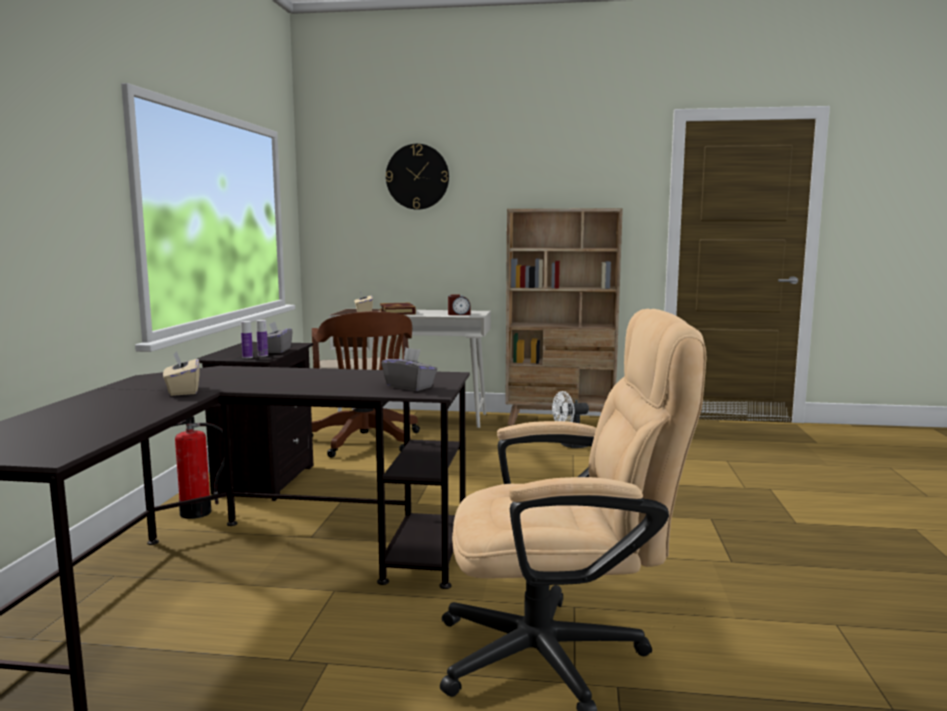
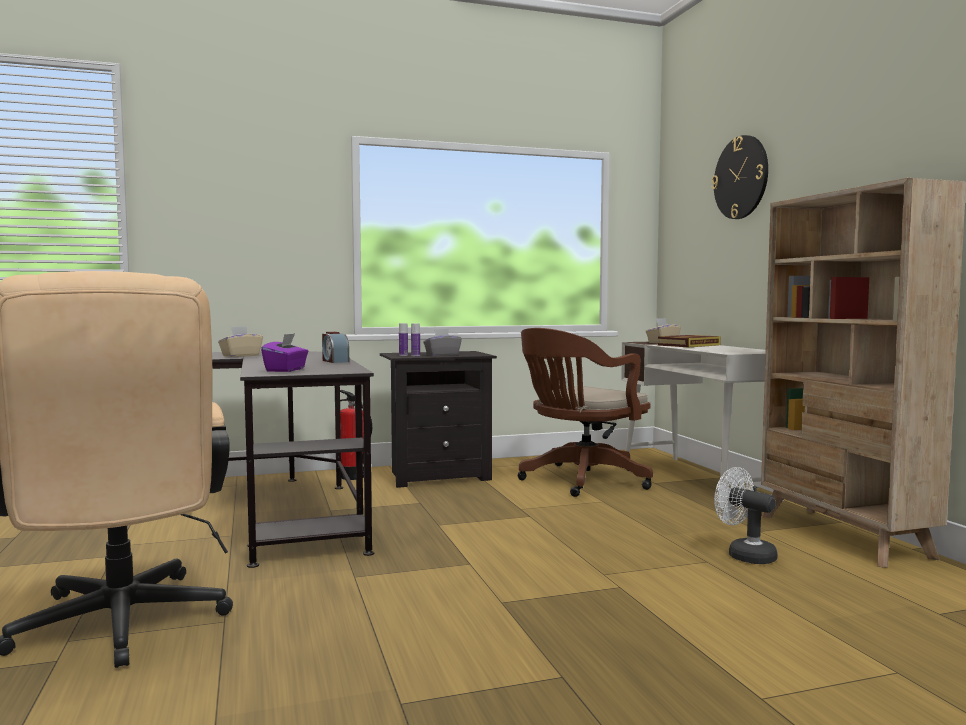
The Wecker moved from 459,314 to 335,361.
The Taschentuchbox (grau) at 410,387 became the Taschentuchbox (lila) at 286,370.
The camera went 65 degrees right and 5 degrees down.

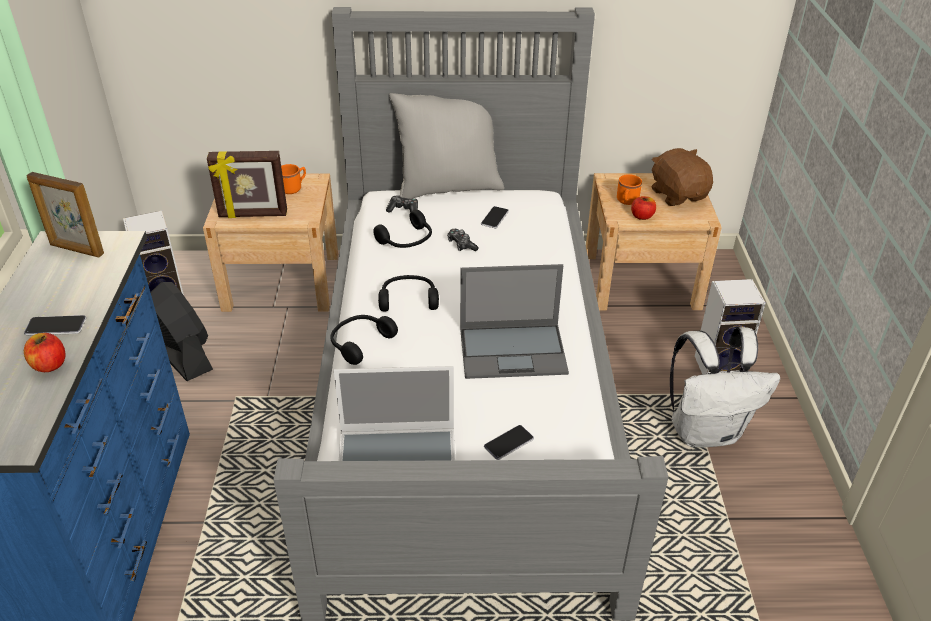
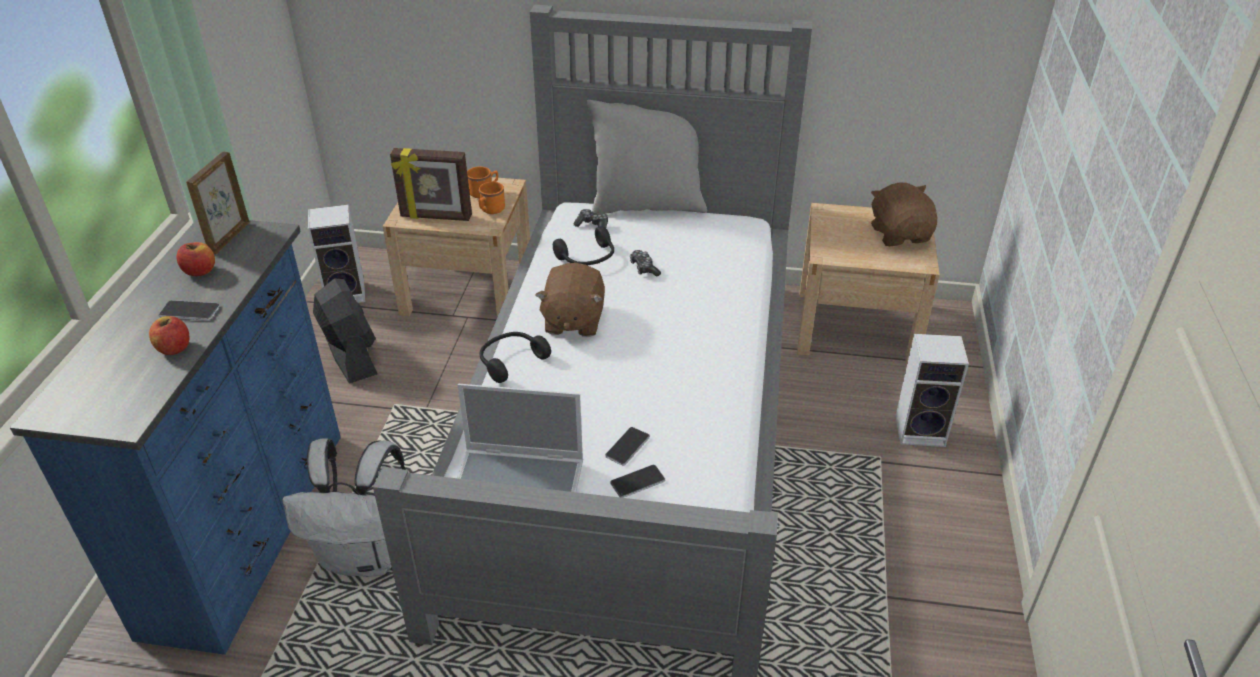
The Laptop at 514,350 disappeared.
The Handy moved from 495,218 to 627,447.
The Henkelbecher (orange) moved from 626,201 to 490,210.
The Apfel moved from 642,216 to 200,271.
The Rucksack (weiß) moved from 706,431 to 366,556.
The Kopfhörer (schwarz) at 408,299 was replaced by the Plüschtier (braun) at 573,321.
The Bilderrahmen at 76,250 turned 75 degrees clockwise.
The camera went 10 degrees right and 0 degrees up.

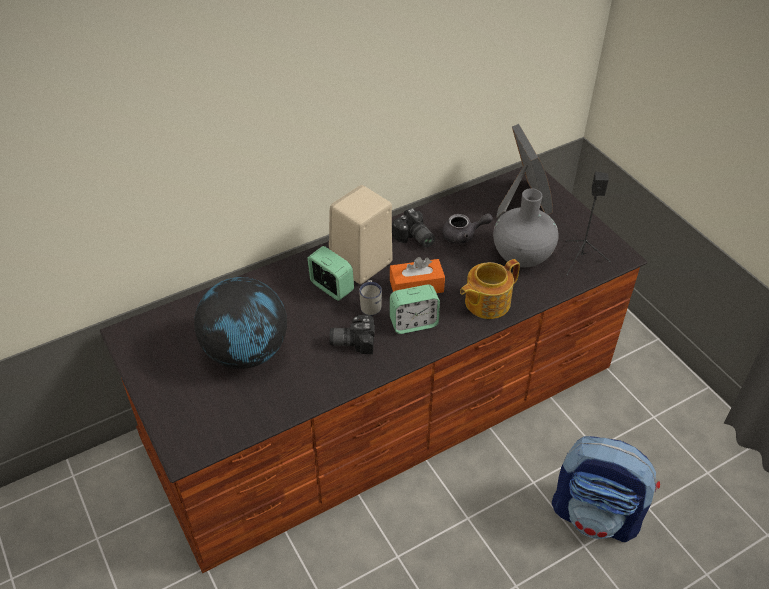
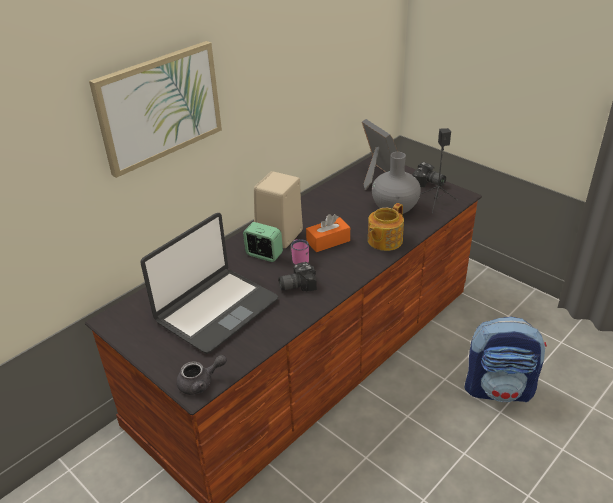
The Wecker at 413,323 disappeared.
The Bild at 159,107 appeared.
The Kamera moved from 414,238 to 428,184.
The Teekanne (grau) moved from 463,235 to 200,383.
The Globus at 246,352 was replaced by the Laptop at 216,310.
The Henkelbecher (weiß) at 371,305 became the Henkelbecher (rosa) at 300,260.
The camera went 15 degrees left and 10 degrees down.

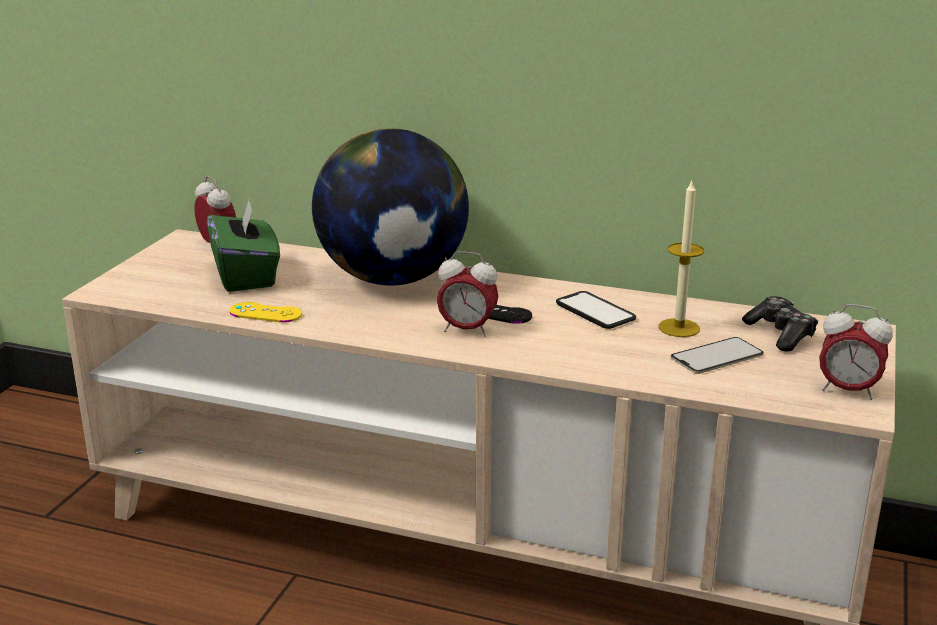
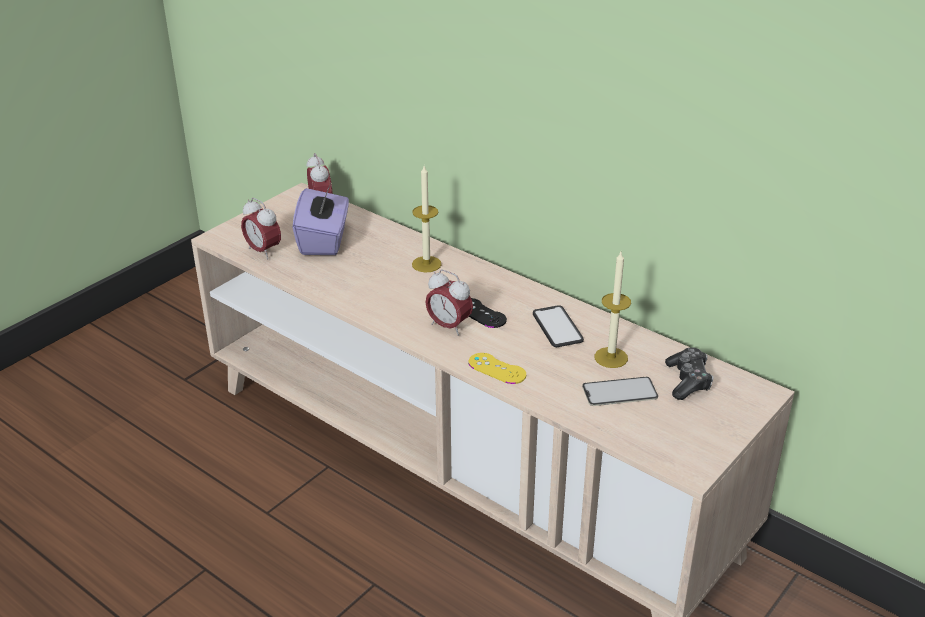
The Gamepad (gelb) moved from 265,313 to 497,369.
The Wecker moved from 847,390 to 263,251.
The Globus at 393,279 was replaced by the Kerze at 426,264.
The Taschentuchbox (grün) at 246,276 became the Taschentuchbox (lila) at 324,240.
The camera went 20 degrees right and 10 degrees up.

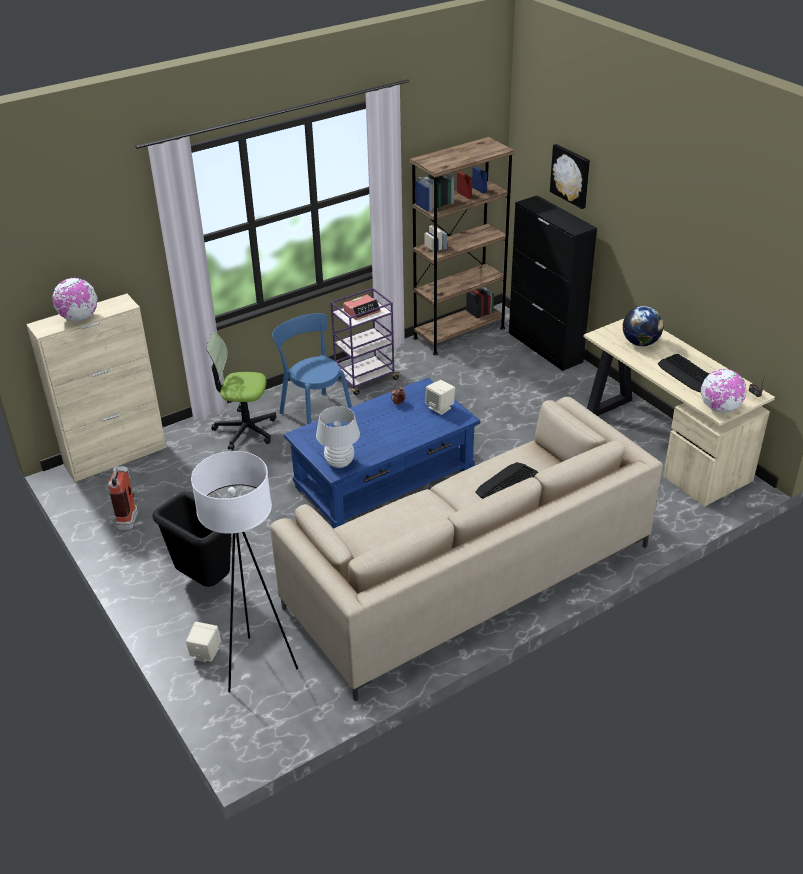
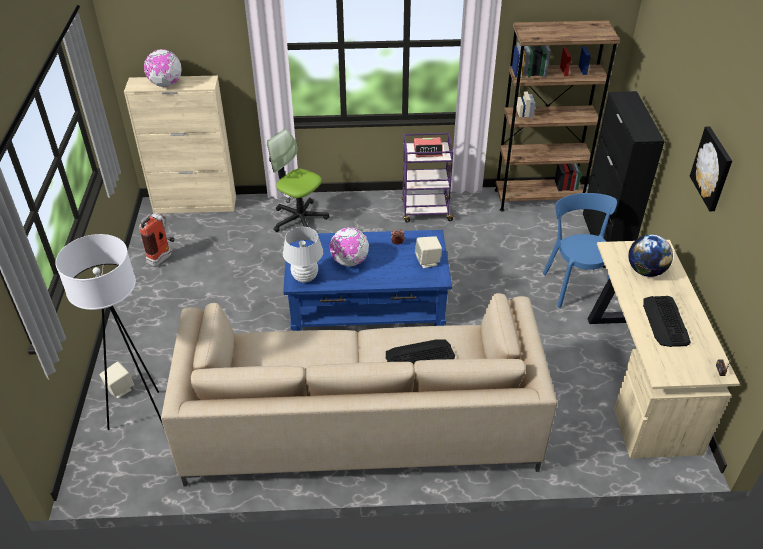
The Mülleimer (schwarz) at 204,581 disappeared.
The Stuhl (blau) moved from 314,413 to 575,285.
The Bild moved from 571,175 to 713,168.
The Globus moved from 720,408 to 349,262.
The camera went 30 degrees right and 5 degrees up.

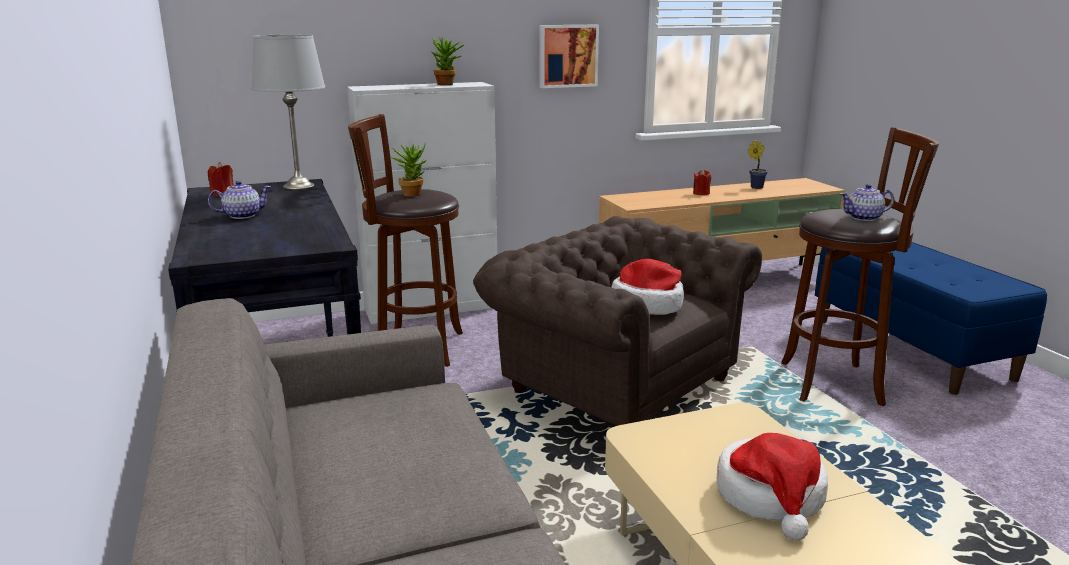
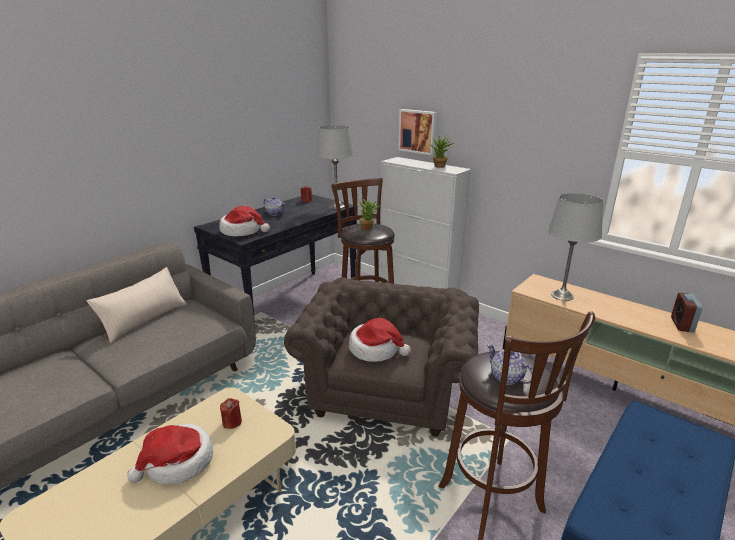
The Kissen (beige) at 144,319 appeared.
The Hut at 242,231 appeared.
The Tischlampe (grau) at 562,296 appeared.
The Bild moved from 567,56 to 418,131.
The Kerze (rot) moved from 701,193 to 232,422.
The Topfpflanze at 755,187 was replaced by the Wecker at 682,325.
The camera went 60 degrees right and 5 degrees up.

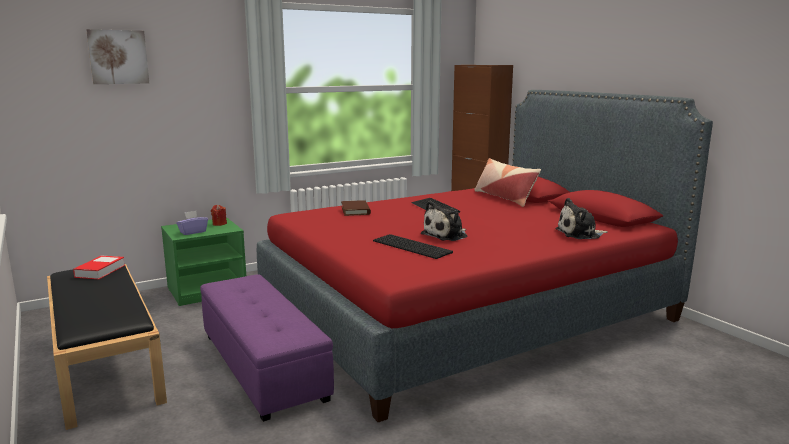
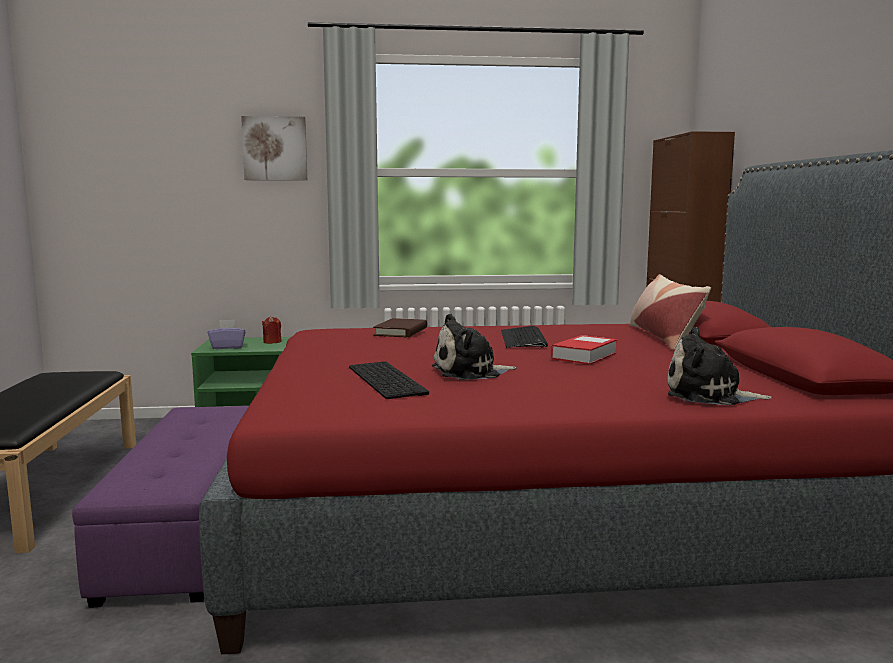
The Buch moved from 100,271 to 584,356.
The Bild moved from 118,57 to 275,148.
The camera went 25 degrees right and 5 degrees down.

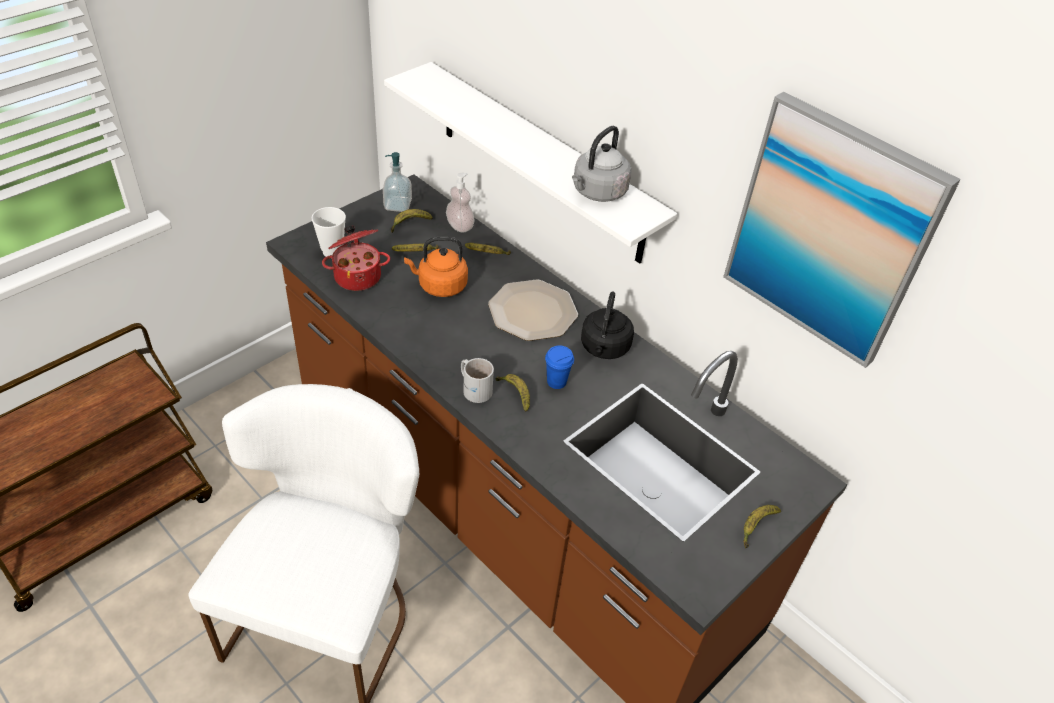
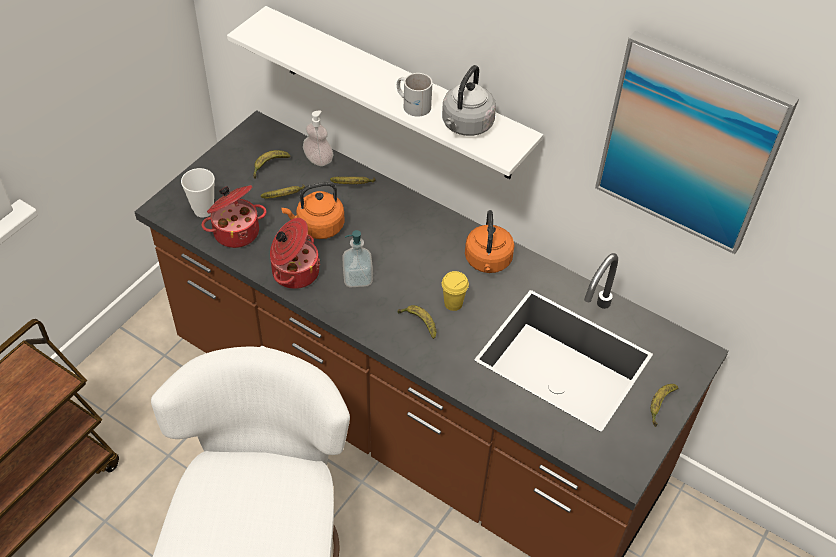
The Teller at 533,312 disappeared.
The Kochtopf at 294,272 appeared.
The Seifenspender moved from 397,205 to 357,278.
The Henkelbecher (weiß) moved from 475,387 to 413,104.
The Tasse (blau) at 556,382 became the Tasse (gelb) at 453,303.
The Wasserkessel (schwarz) at 604,348 became the Wasserkessel (orange) at 488,262.
The camera went 10 degrees left and 5 degrees up.

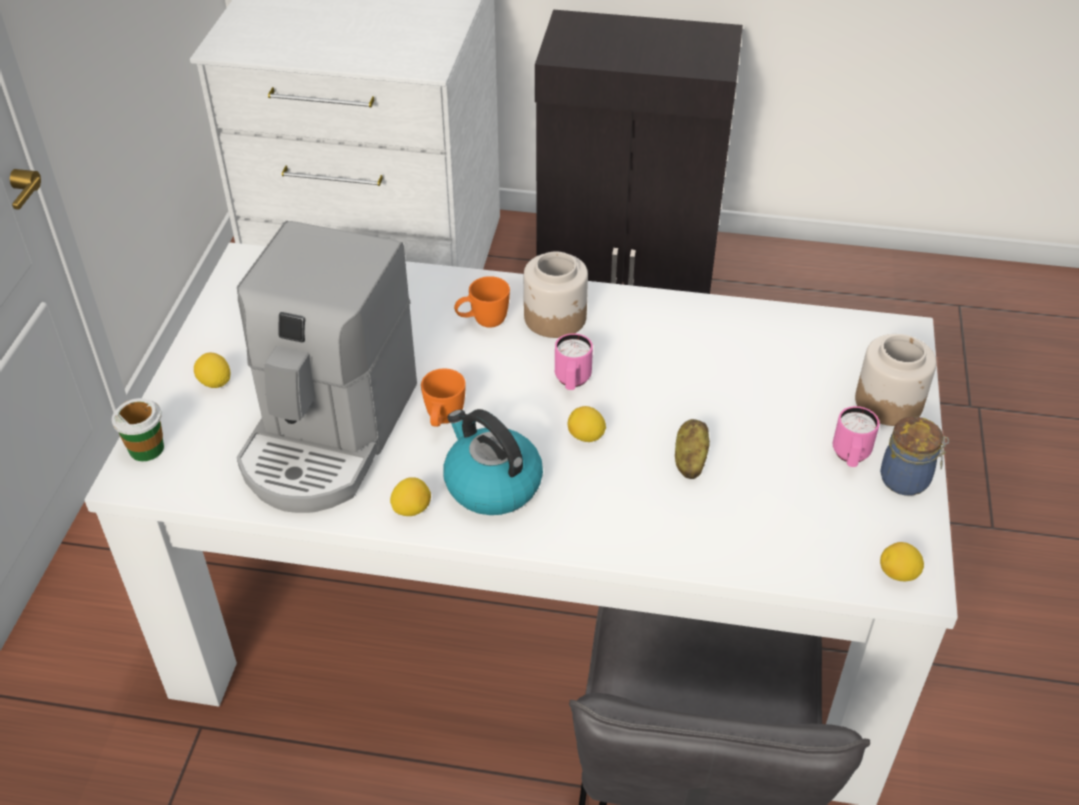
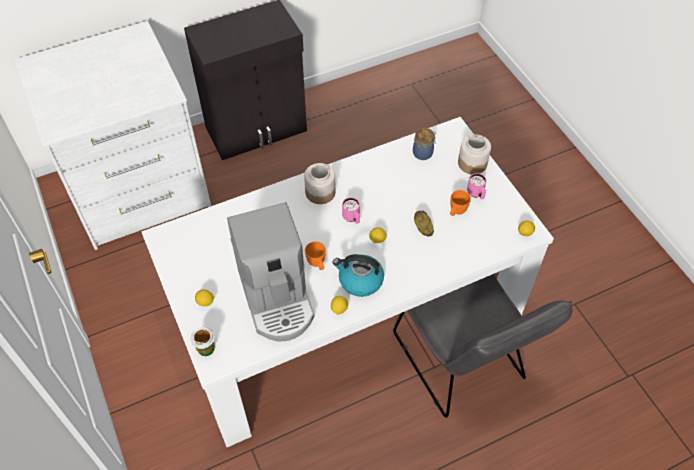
The Henkelbecher (orange) moved from 482,322 to 456,212.
The Vorratsglas moved from 907,480 to 423,153.
The camera went 35 degrees left and 10 degrees up.

